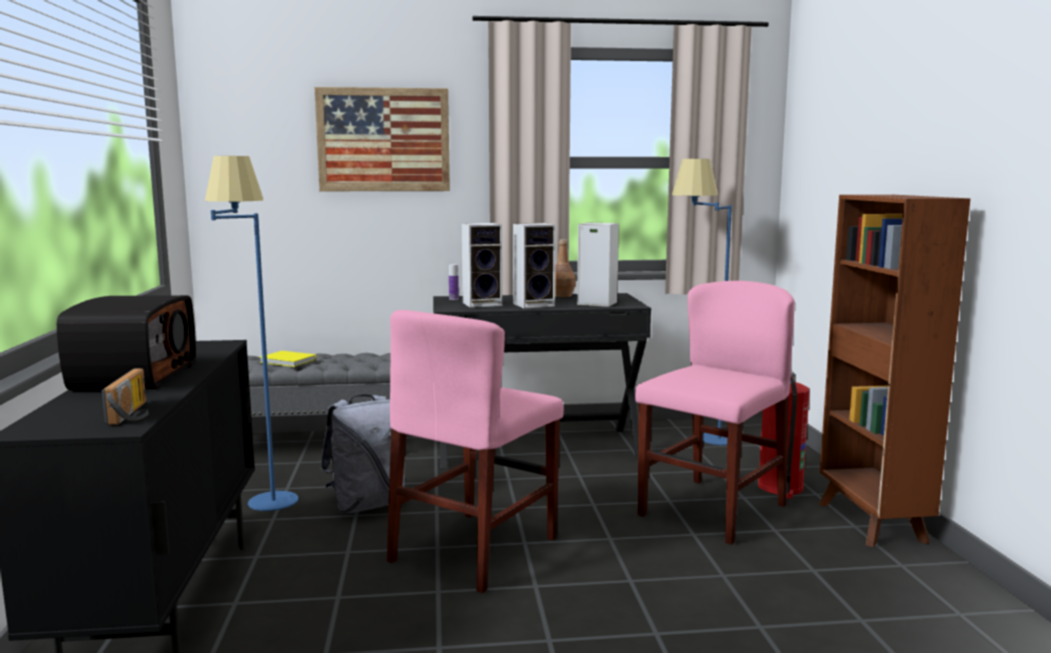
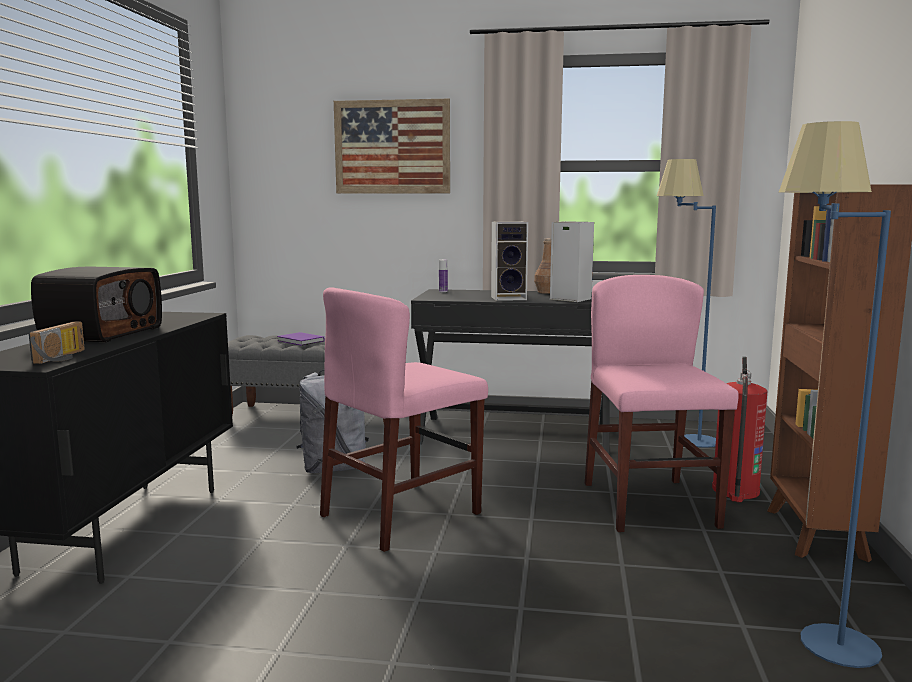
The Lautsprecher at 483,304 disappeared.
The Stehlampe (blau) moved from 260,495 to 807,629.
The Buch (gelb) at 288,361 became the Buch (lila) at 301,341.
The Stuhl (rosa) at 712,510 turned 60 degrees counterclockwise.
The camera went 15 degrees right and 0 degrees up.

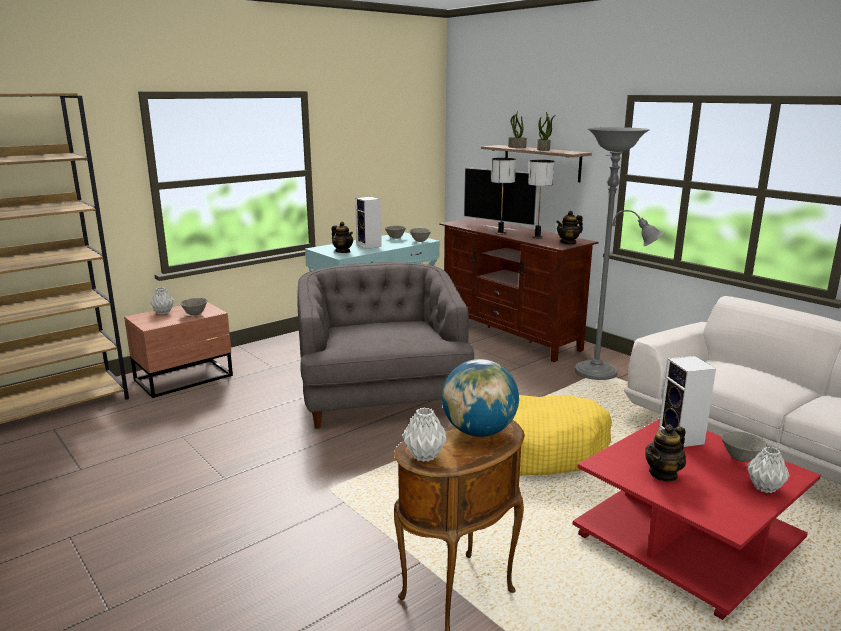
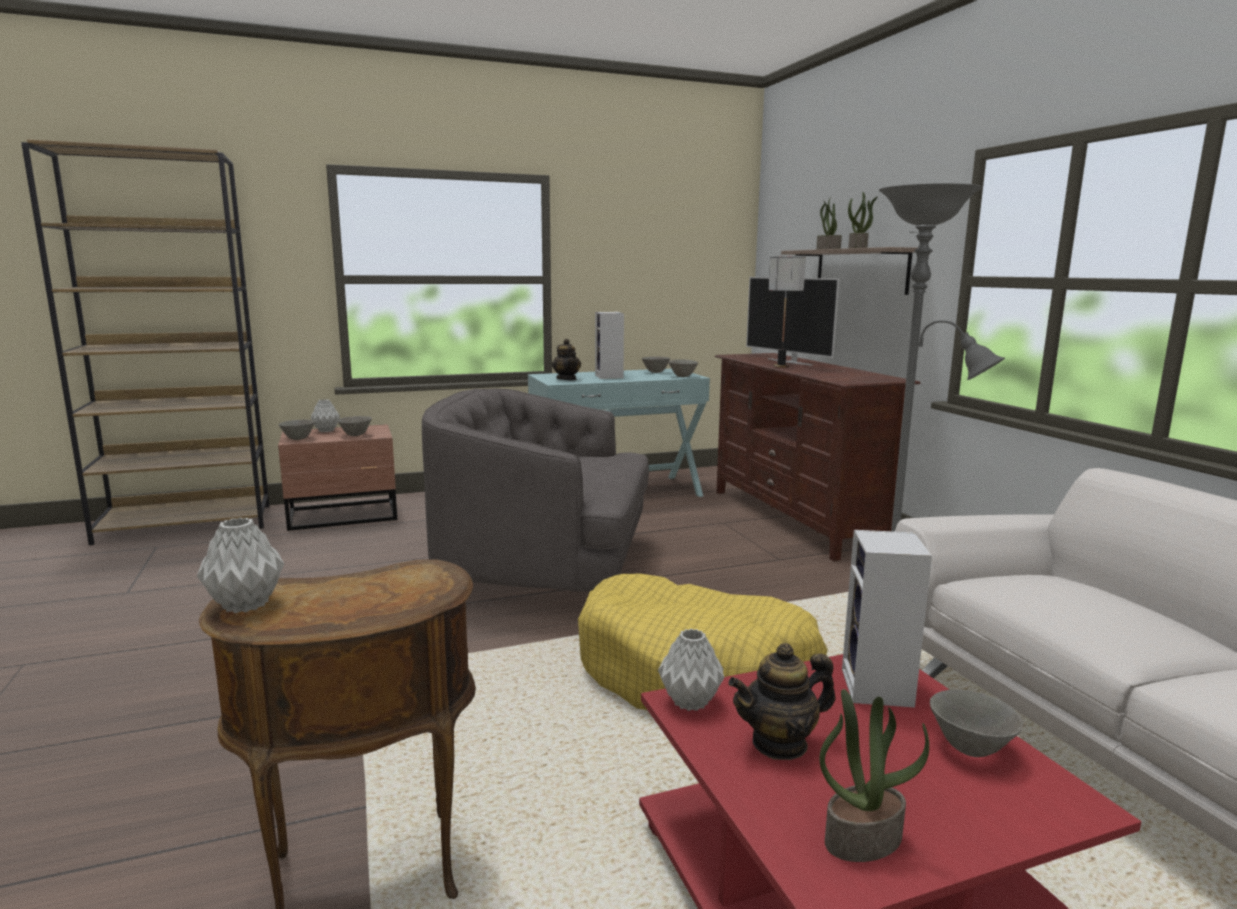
The Globus at 479,432 disappeared.
The Tischlampe at 537,237 disappeared.
The Teekanne at 568,243 disappeared.
The Schüssel (grau) at 298,439 appeared.
The Topfpflanze at 863,838 appeared.
The Vase (grau) moved from 765,488 to 691,702.
The Sessel (grau) at 381,397 turned 90 degrees counterclockwise.
The camera went 20 degrees right and 5 degrees down.

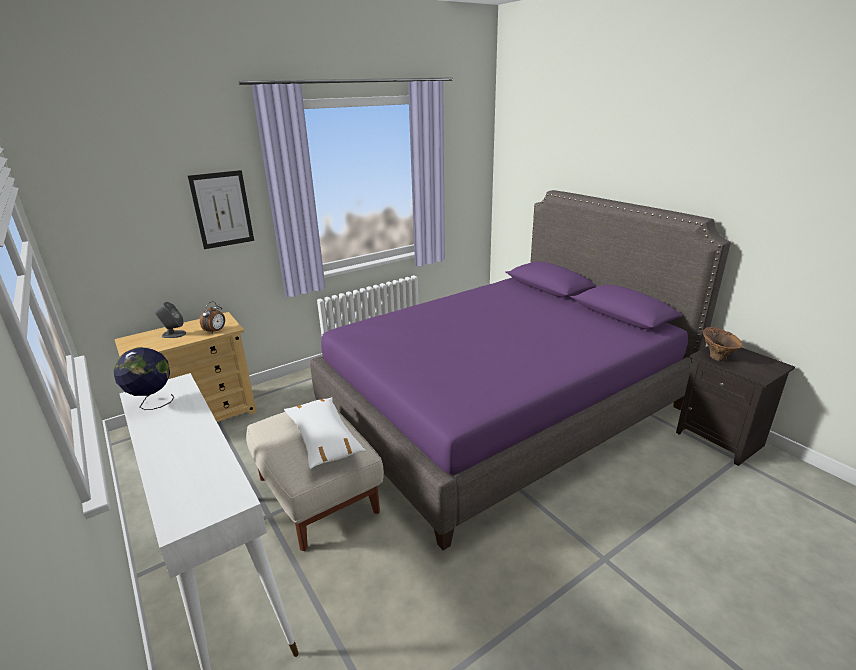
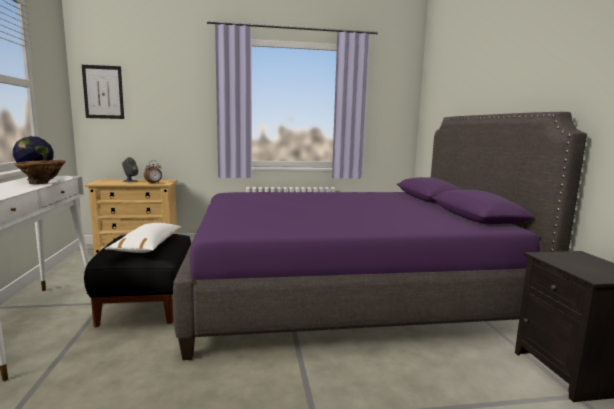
The Bild moved from 222,209 to 103,92.
The Vase (braun) moved from 717,356 to 43,183.
The Polsterhocker (beige) at 317,494 became the Polsterhocker (schwarz) at 146,302.
The camera went 25 degrees right and 15 degrees down.

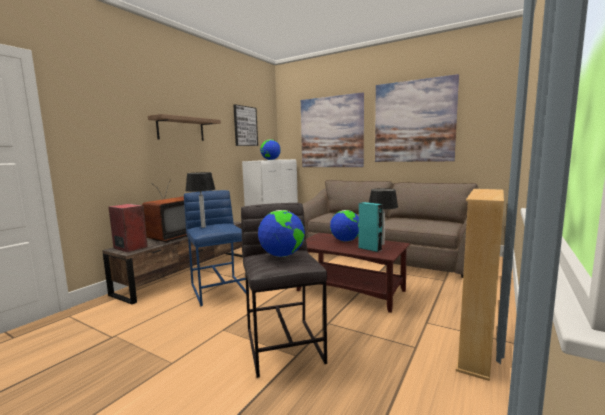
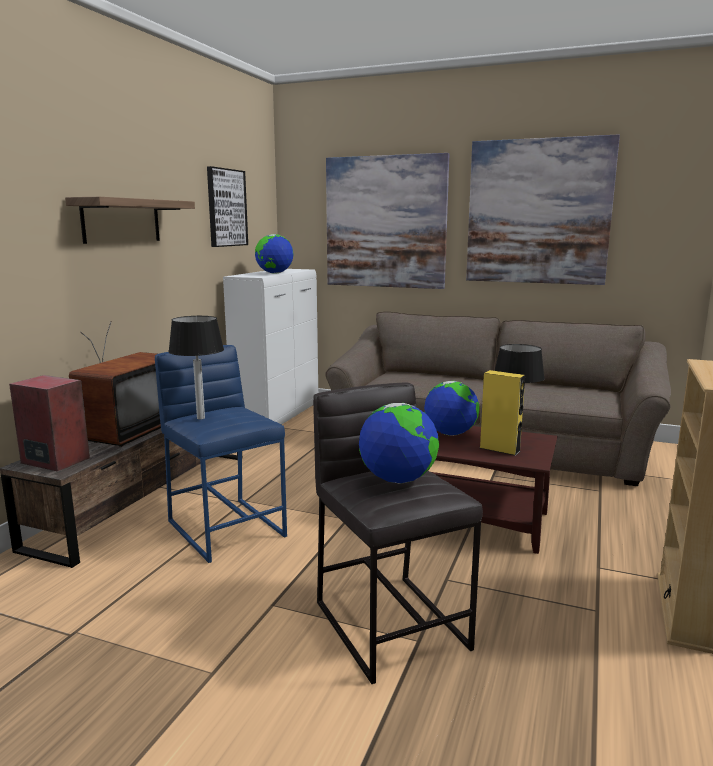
The Lautsprecher (türkis) at 370,249 became the Lautsprecher (gelb) at 499,449.
The camera went 10 degrees left and 5 degrees up.

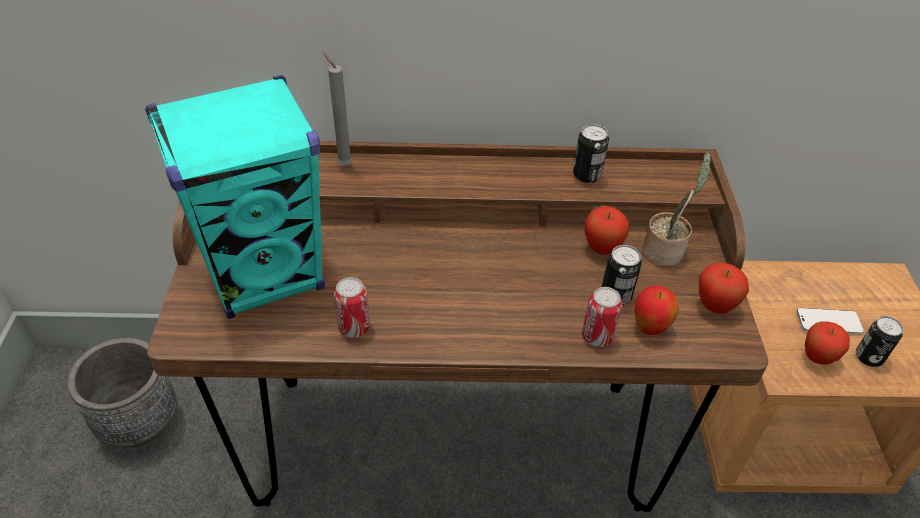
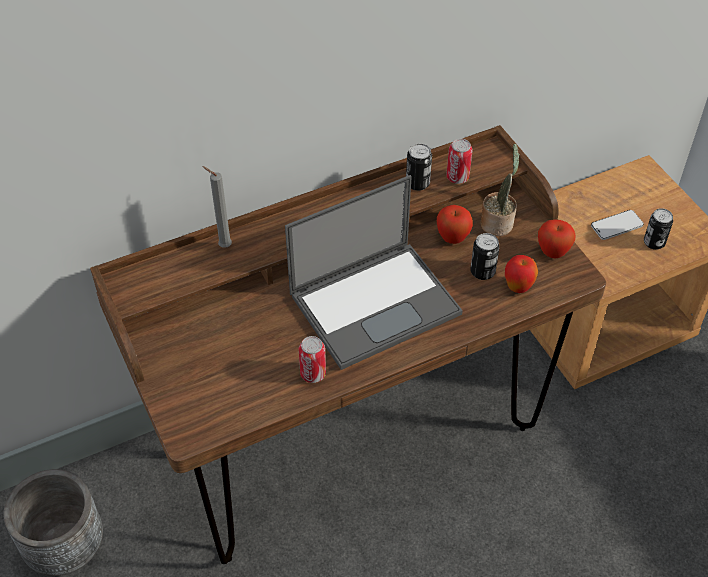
The Lautsprecher (türkis) at 266,275 disappeared.
The Apfel at 817,358 disappeared.
The Laptop at 376,302 appeared.
The Dose moved from 597,336 to 457,177.
The camera went 25 degrees left and 5 degrees up.

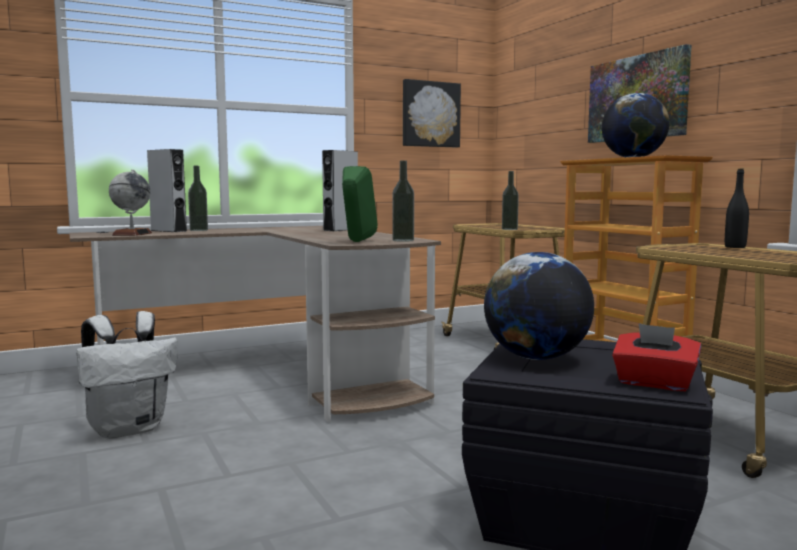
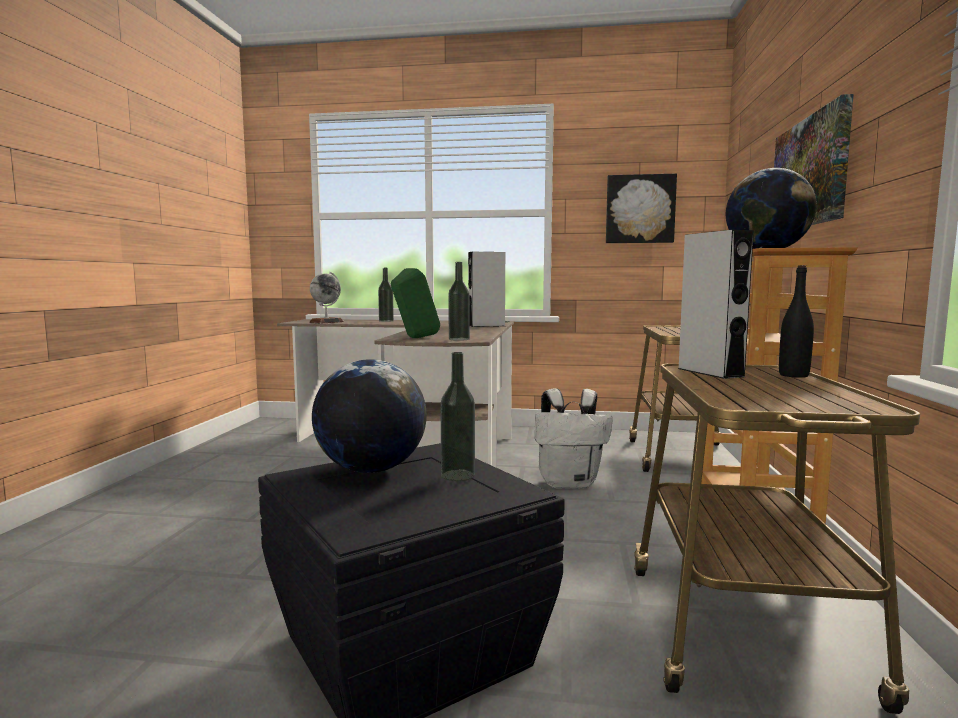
The Taschentuchbox (rot) at 654,383 disappeared.
The Rucksack (weiß) moved from 129,429 to 569,483.
The Lautsprecher (grau) moved from 168,231 to 710,372.
The Flasche moved from 509,229 to 458,475.
The camera went 35 degrees right and 0 degrees up.

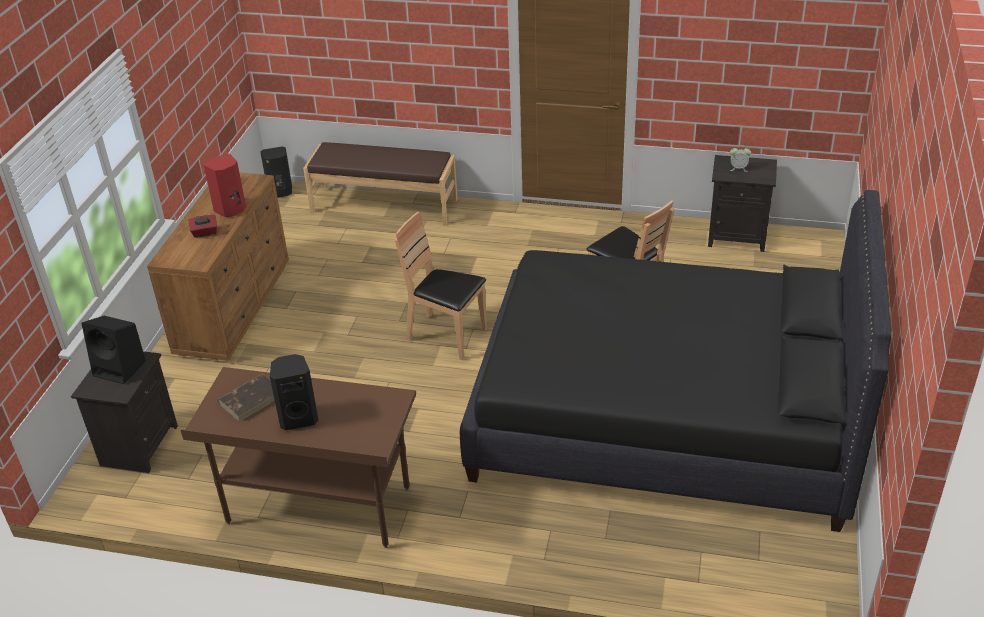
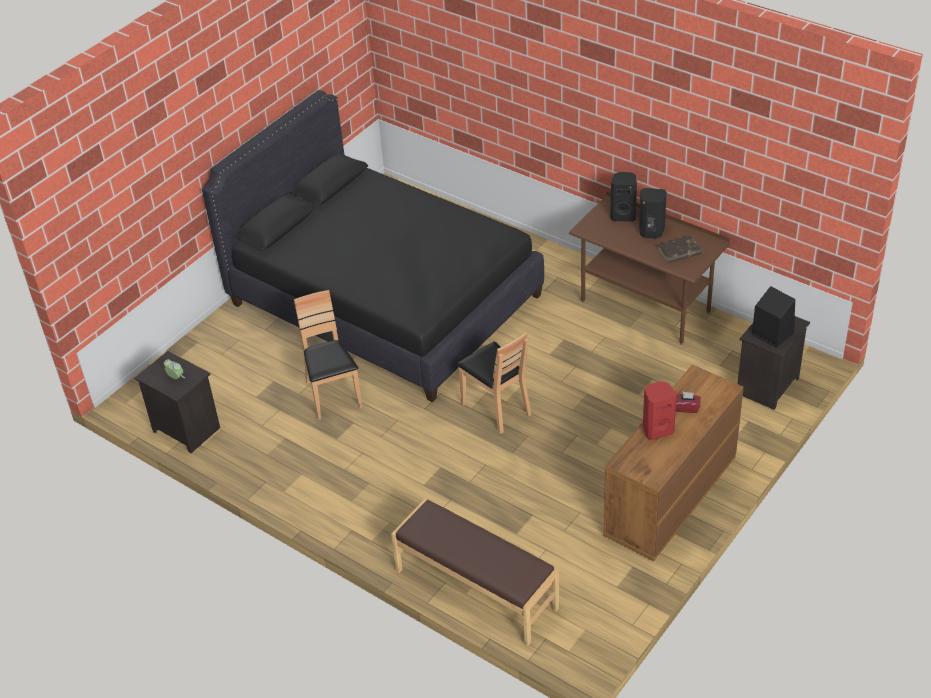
The Lautsprecher (schwarz) moved from 280,192 to 623,215.
The camera went 155 degrees left and 5 degrees up.

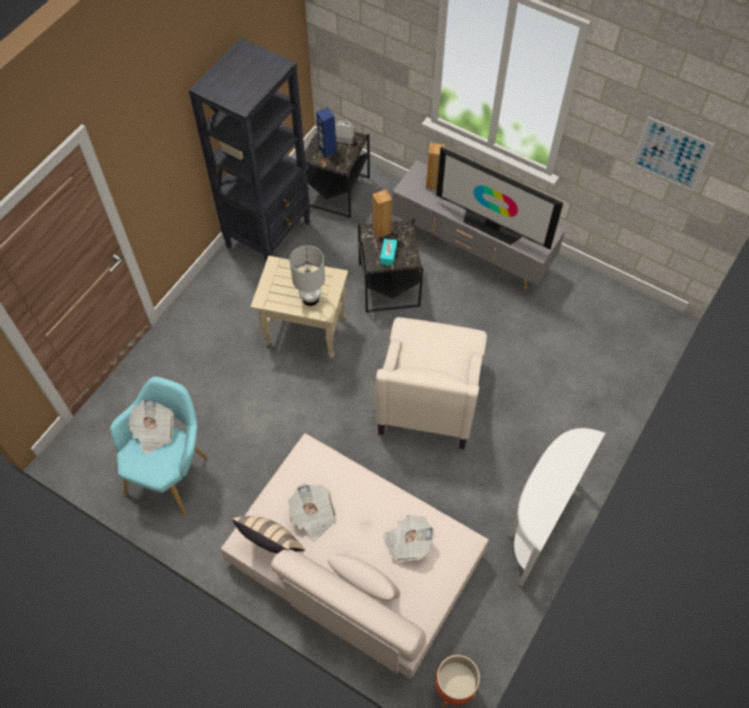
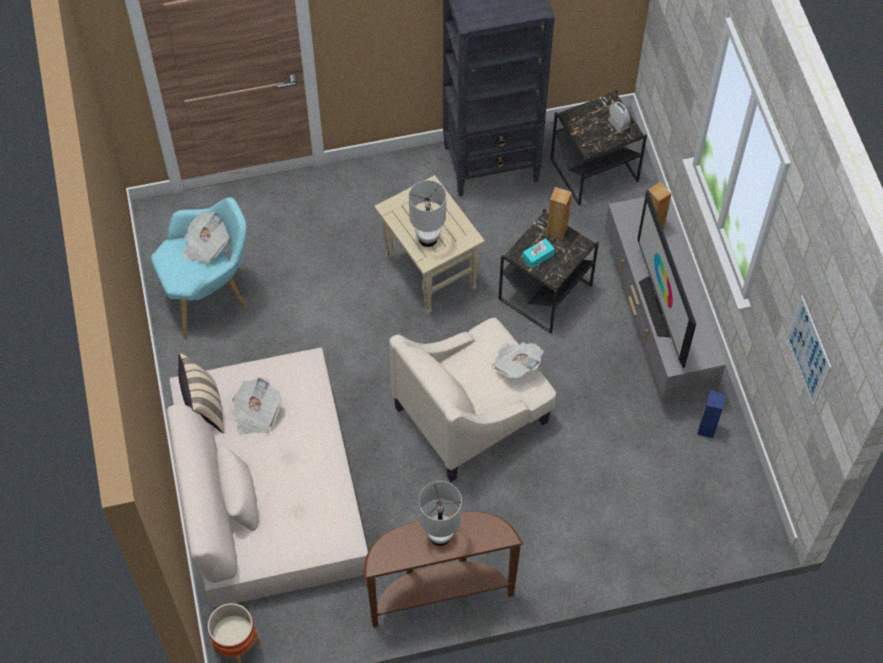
The Tischlampe (weiß) at 439,536 appeared.
The Lautsprecher (blau) moved from 327,150 to 706,428.
The Zeitung moved from 407,542 to 516,364.
The Konsolentisch (weiß) at 536,525 became the Konsolentisch (braun) at 439,594.
The camera went 45 degrees right and 0 degrees up.

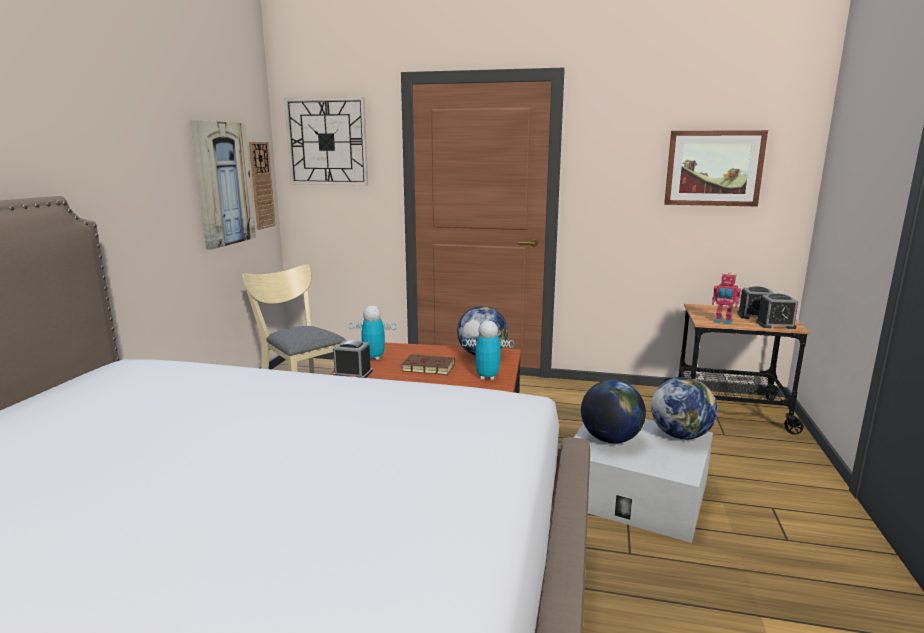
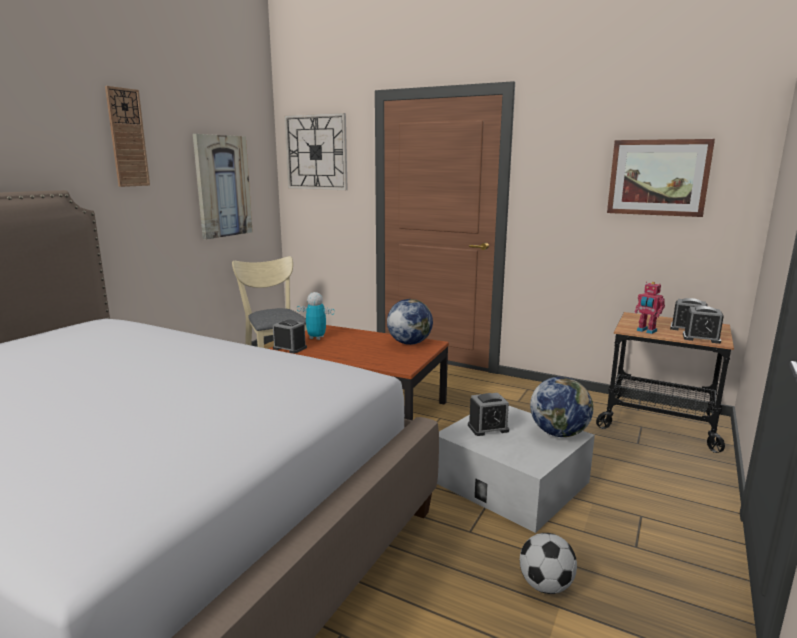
The Buch (braun) at 426,368 disappeared.
The Spielzeugroboter at 487,377 disappeared.
The Fußball at 546,585 appeared.
The Wanduhr moved from 261,185 to 127,138.
The Globus at 610,439 was replaced by the Wecker at 488,428.
The camera went 15 degrees right and 0 degrees up.

